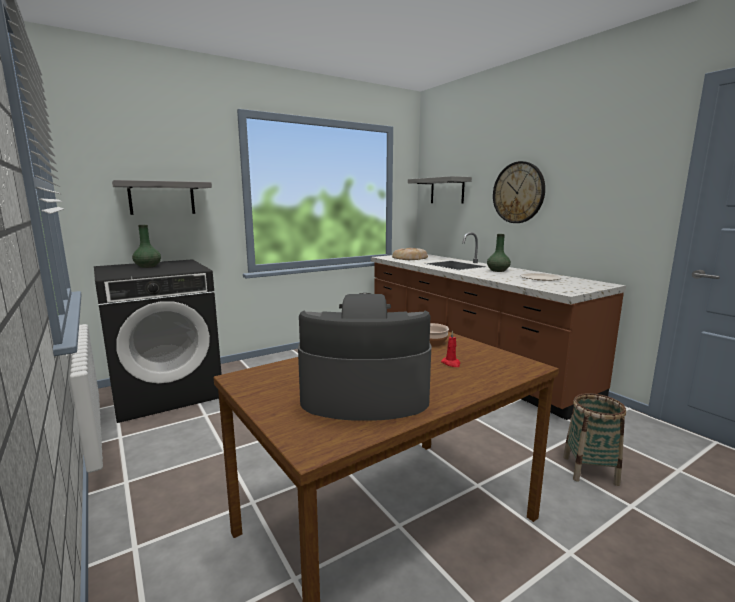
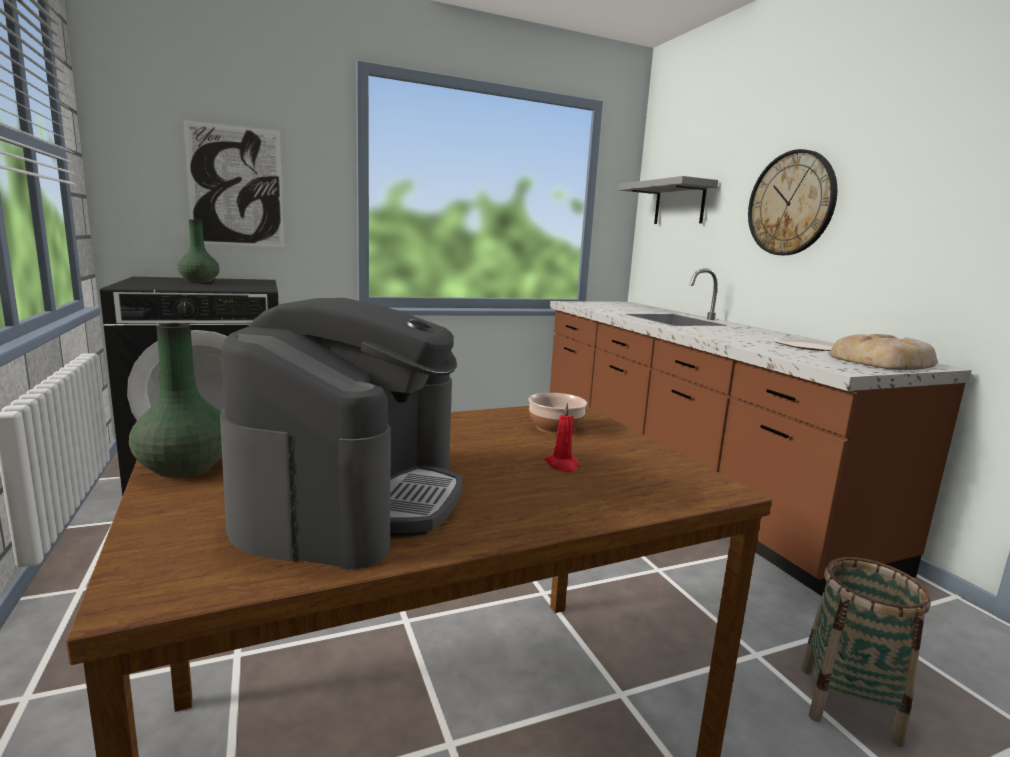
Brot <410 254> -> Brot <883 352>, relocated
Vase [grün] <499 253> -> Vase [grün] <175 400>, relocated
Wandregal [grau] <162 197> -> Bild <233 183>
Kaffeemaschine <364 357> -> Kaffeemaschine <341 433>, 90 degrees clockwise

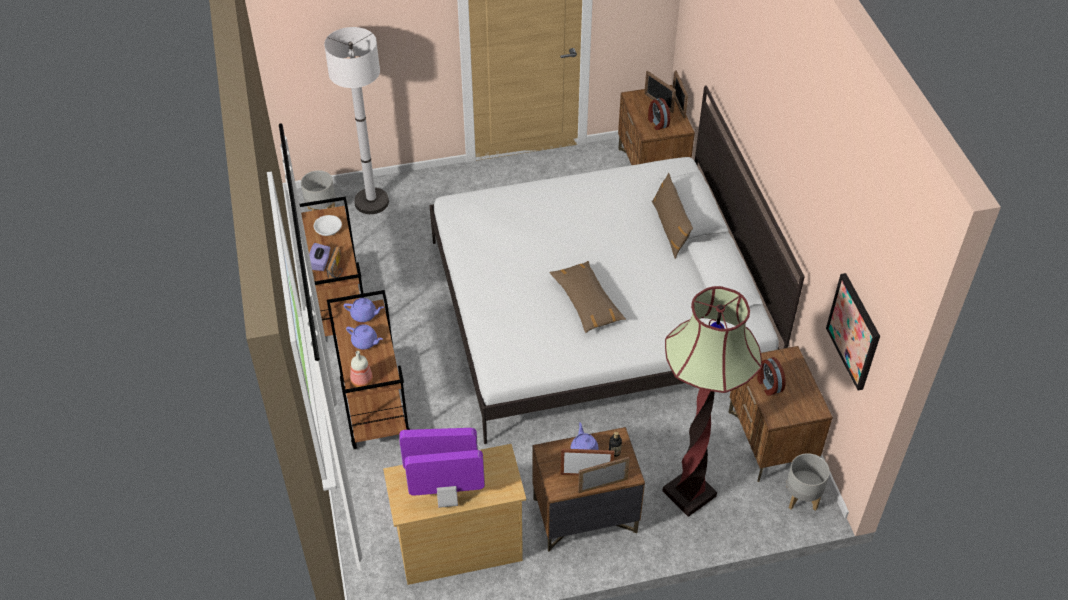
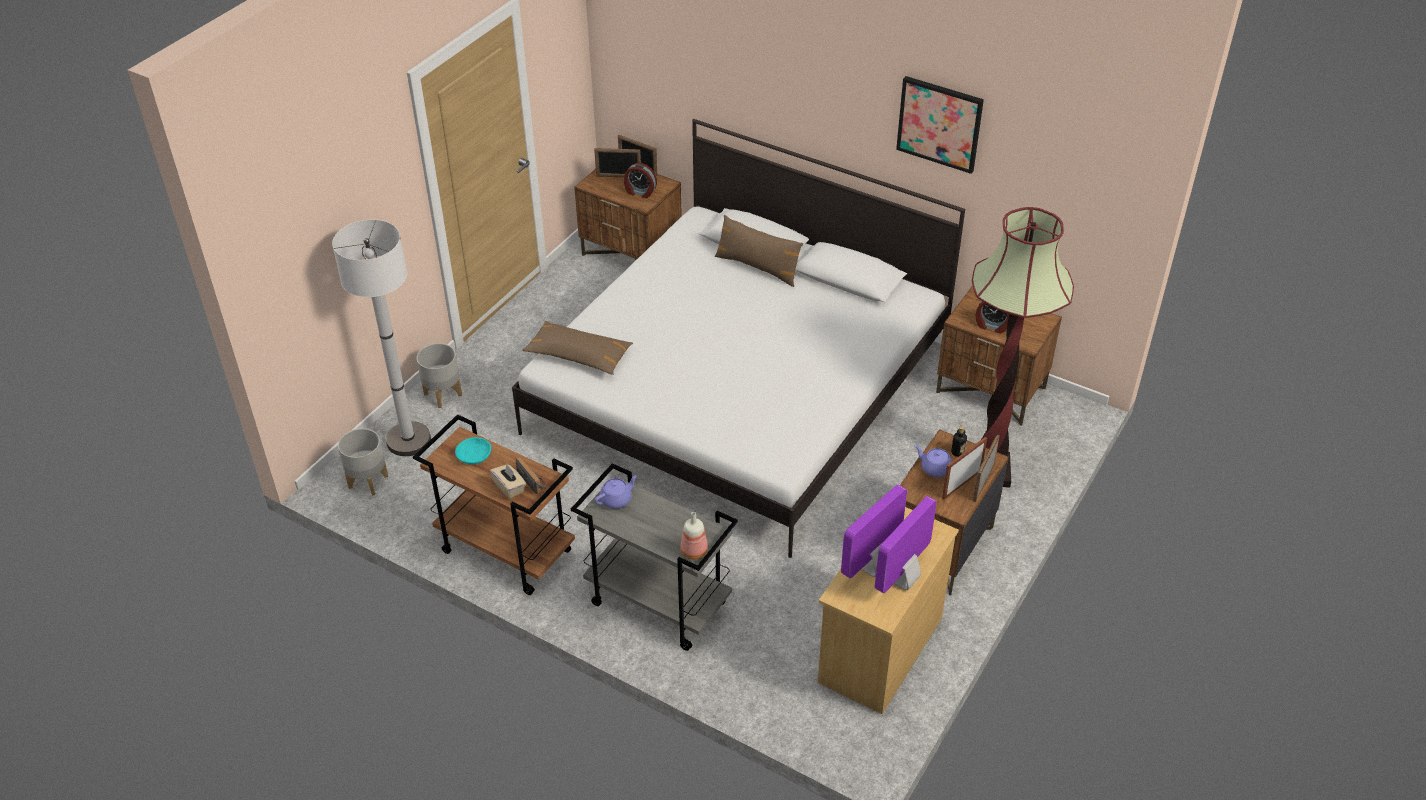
Teekanne [lila] <364 337> -> none
Kissen [braun] <587 297> -> Kissen [braun] <577 348>, relocated
Pflanzkübel [grau] <808 482> -> Pflanzkübel [grau] <439 375>, relocated
Bild <853 331> -> Bild <940 125>, relocated
Taschentuchbox [lila] <319 257> -> Taschentuchbox [beige] <508 481>
Schüssel [weiß] <328 225> -> Schüssel [türkis] <473 450>
Rollwagen [braun] <368 369> -> Rollwagen [grau] <654 557>

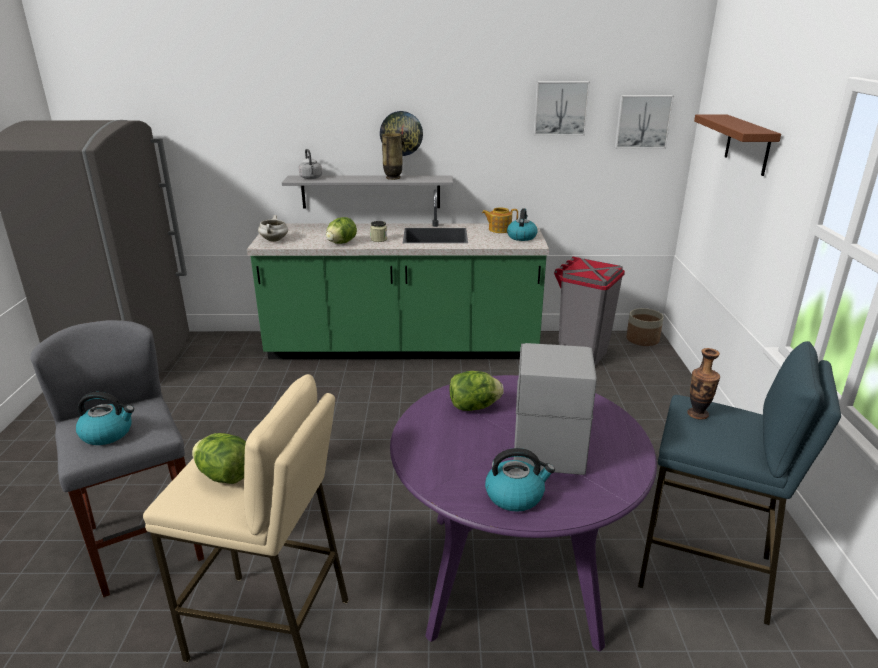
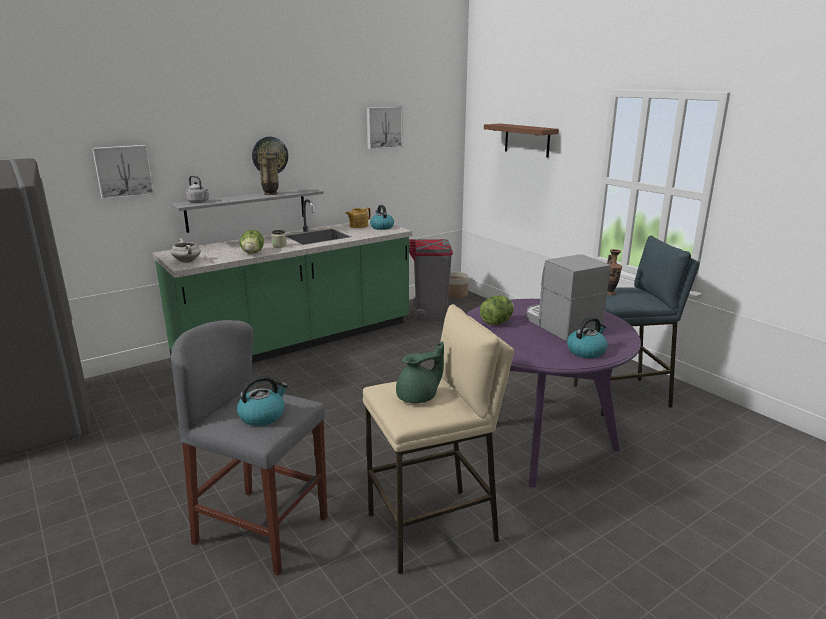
Bild <644 122> -> Bild <123 172>, relocated
Salatkopf <219 458> -> Teekanne [grün] <420 372>

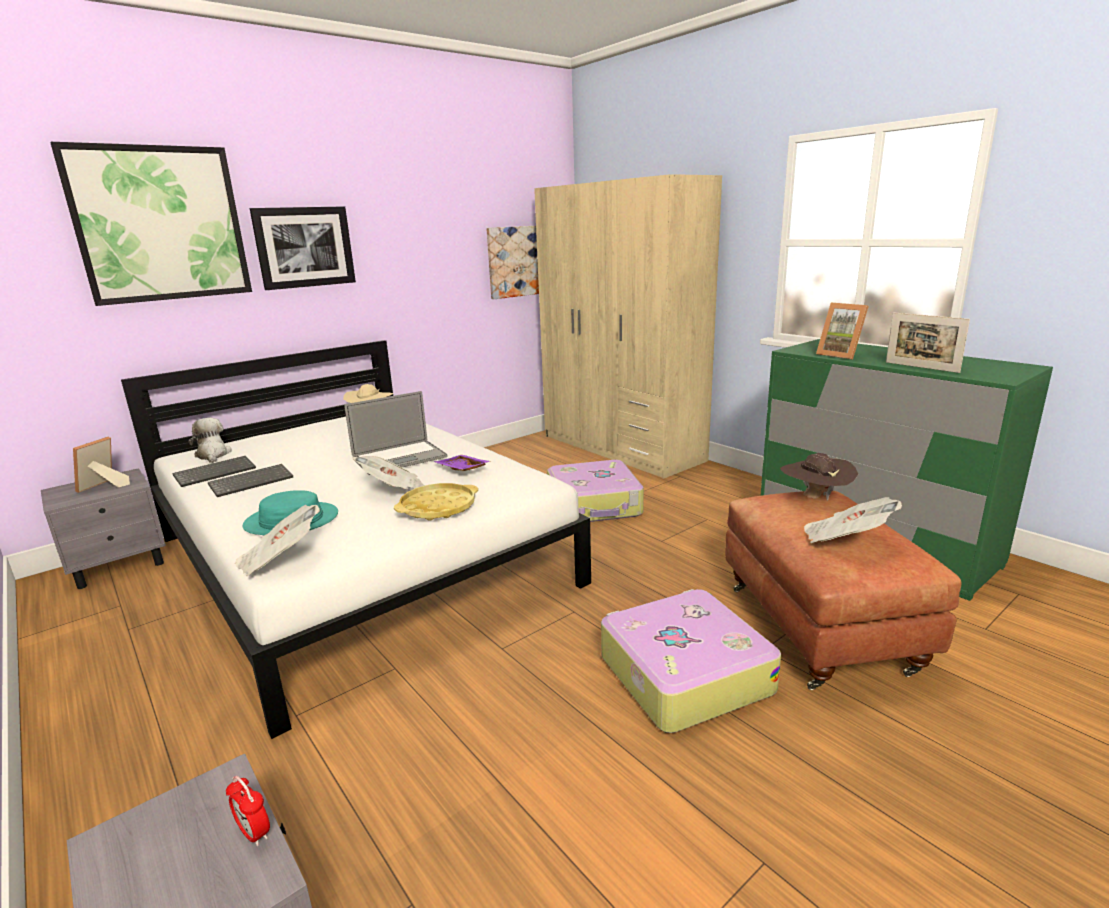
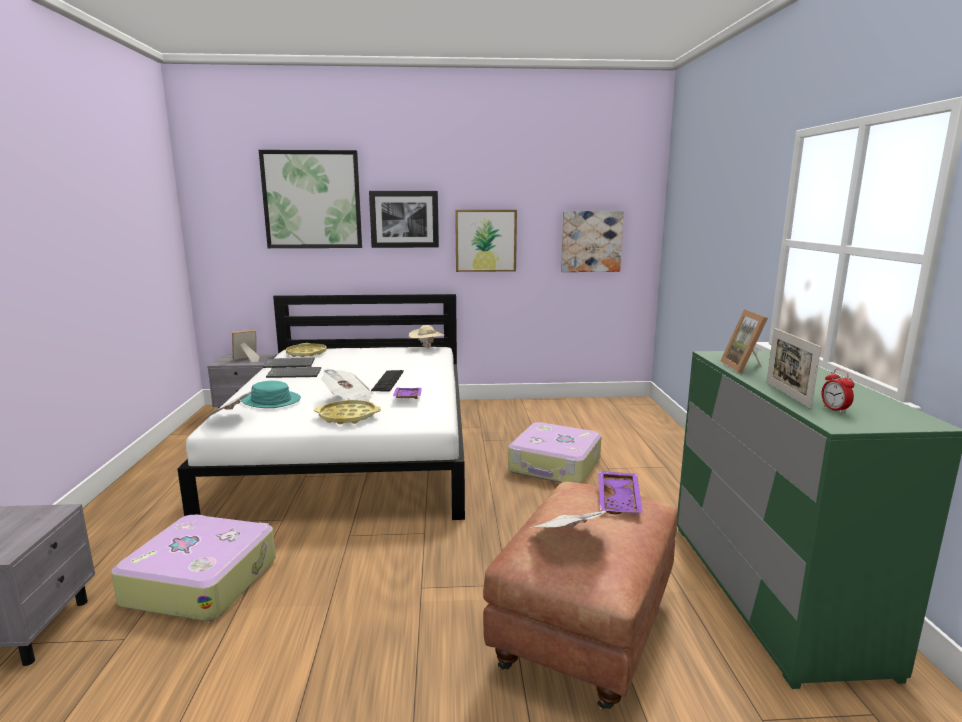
Kleiderschrank [beige] <628 326> -> none
none -> Bild <486 241>
Wecker <248 811> -> Wecker <837 391>, relocated
Koffer <691 661> -> Koffer <193 567>, relocated
Plüschtier <210 440> -> Tablett [gelb] <306 350>
Laptop <396 433> -> Tastatur <387 381>
Hut [braun] <819 477> -> Tablett [lila] <620 493>

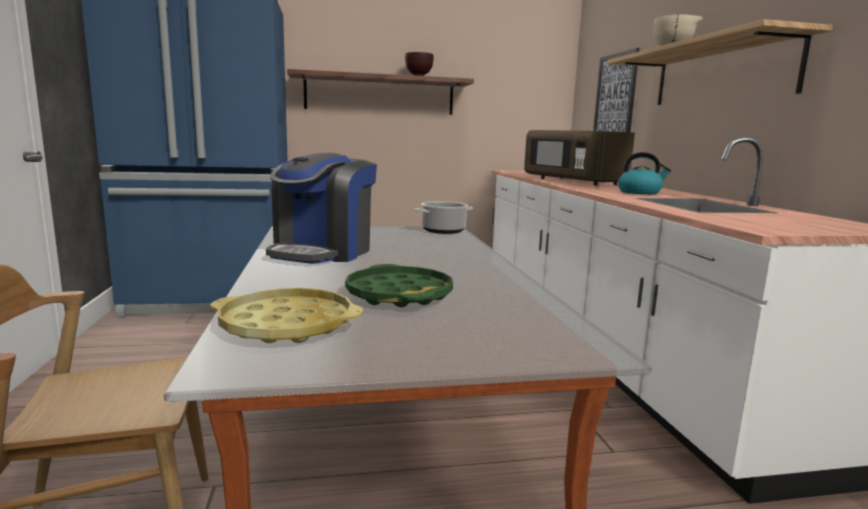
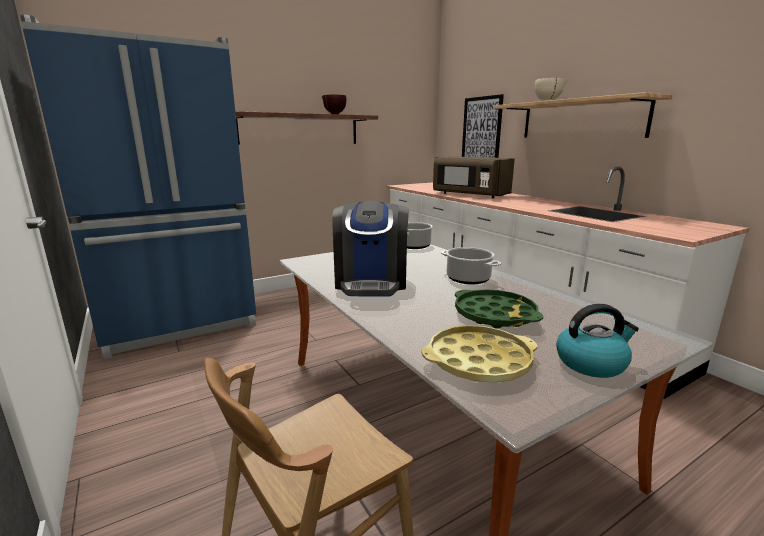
none -> Kochtopf <471 266>
Wasserkessel <644 173> -> Wasserkessel <597 341>, relocated

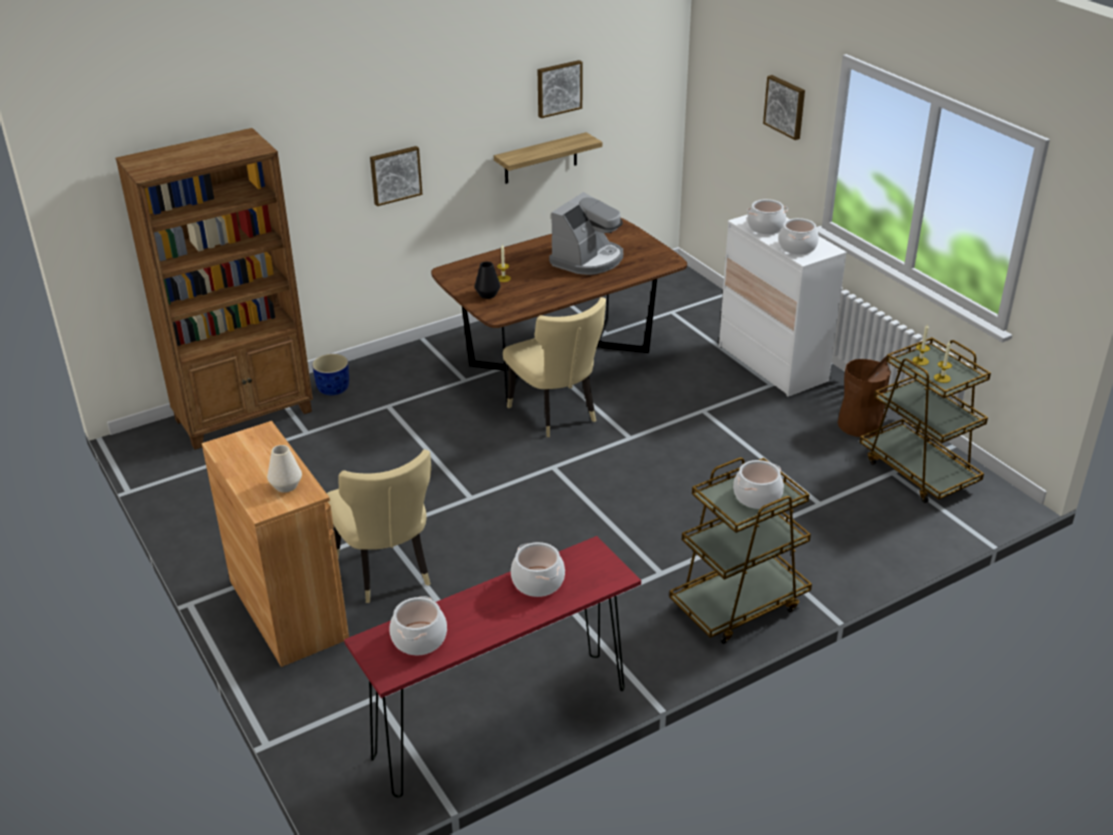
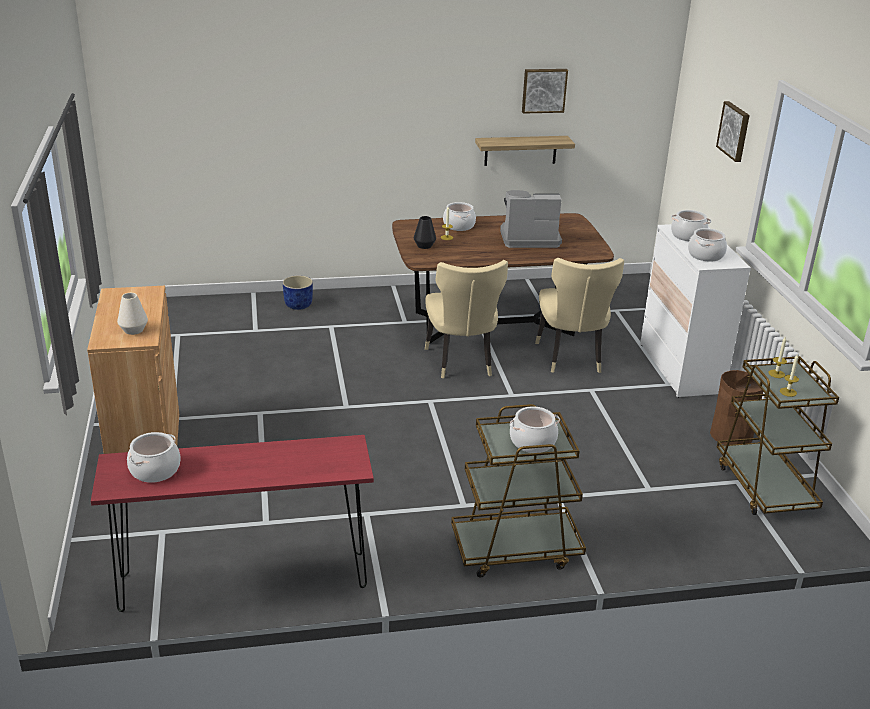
Bücherregal [braun] <214 289> -> none
Bild <396 176> -> none
Stuhl [beige] <379 526> -> Stuhl [beige] <579 315>, relocated
Kochtopf <538 569> -> Kochtopf <459 216>, relocated
Kaffeemaschine <586 233> -> Kaffeemaschine <531 219>, 150 degrees counterclockwise

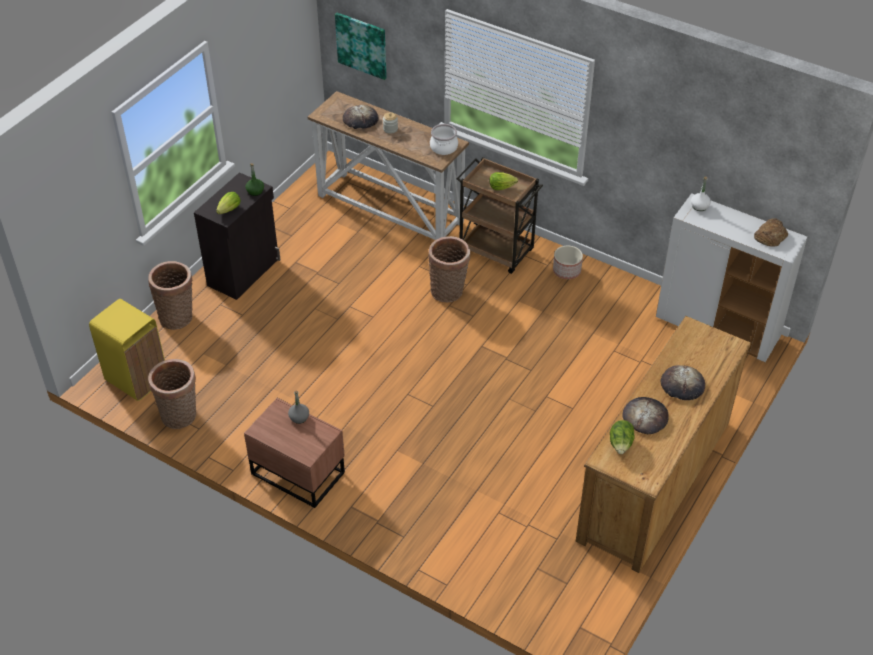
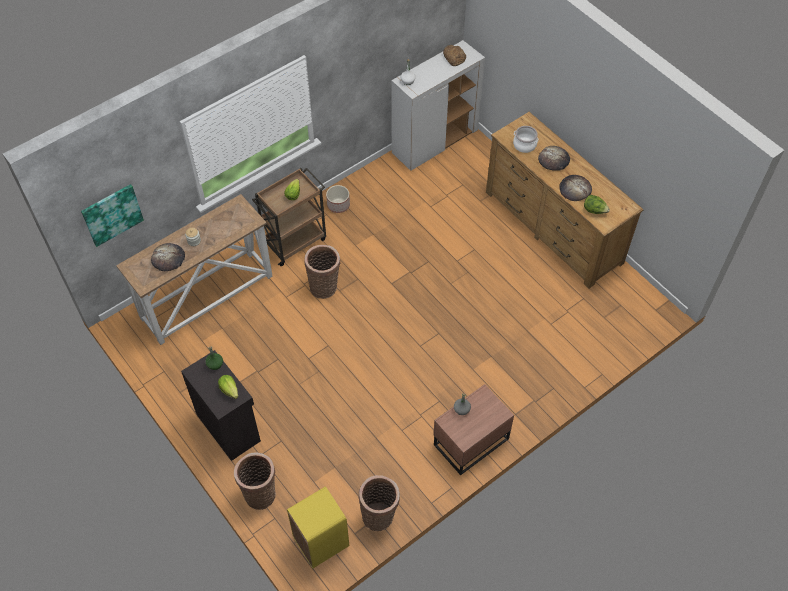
Kochtopf <444 139> -> Kochtopf <525 139>, relocated

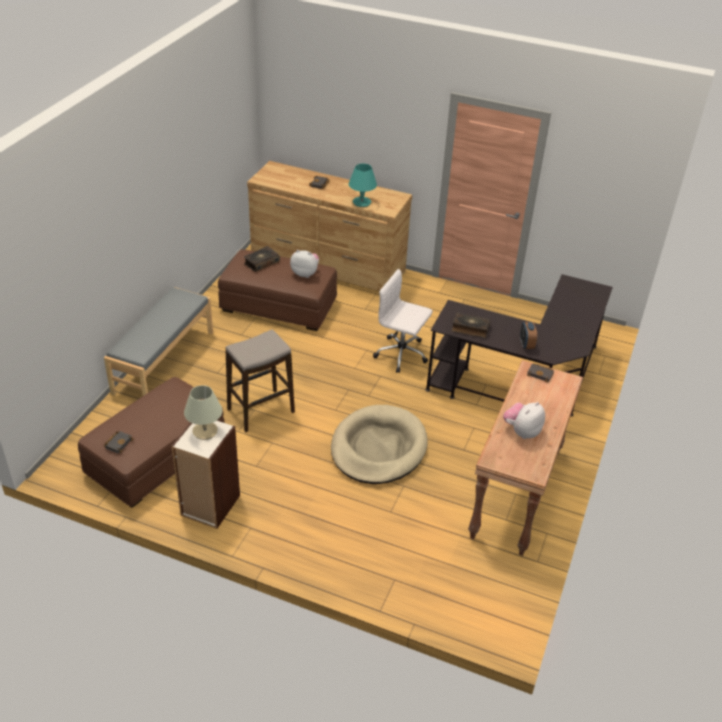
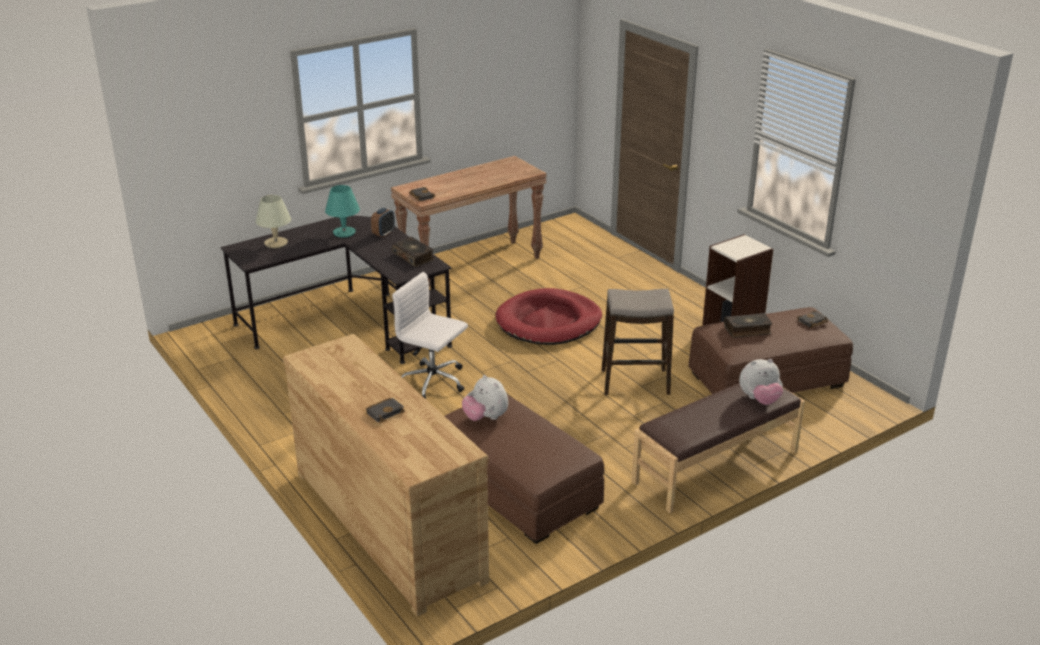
Tischlampe [beige] <203 412> -> Tischlampe [beige] <273 221>, relocated
Buch <262 259> -> Buch <748 325>, relocated
Tischlampe [türkis] <363 185> -> Tischlampe [türkis] <342 211>, relocated
Plüschtier <524 420> -> Plüschtier <761 382>, relocated
Bank [grau] <158 341> -> Bank [braun] <718 448>
Hundebett [beige] <379 444> -> Hundebett [rot] <548 316>
Bürostuhl [weiß] <403 321> -> Bürostuhl [weiß] <430 335>, 150 degrees clockwise

